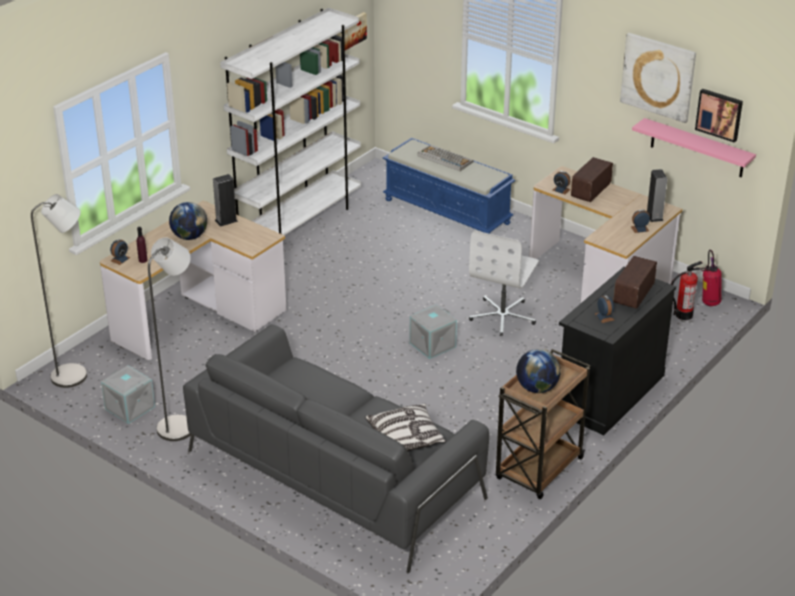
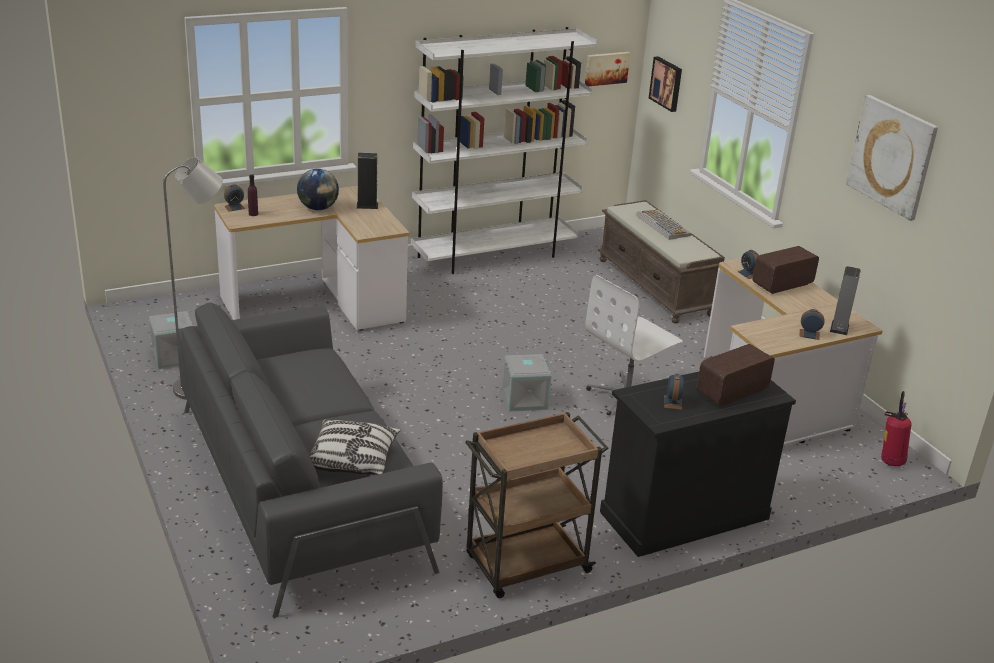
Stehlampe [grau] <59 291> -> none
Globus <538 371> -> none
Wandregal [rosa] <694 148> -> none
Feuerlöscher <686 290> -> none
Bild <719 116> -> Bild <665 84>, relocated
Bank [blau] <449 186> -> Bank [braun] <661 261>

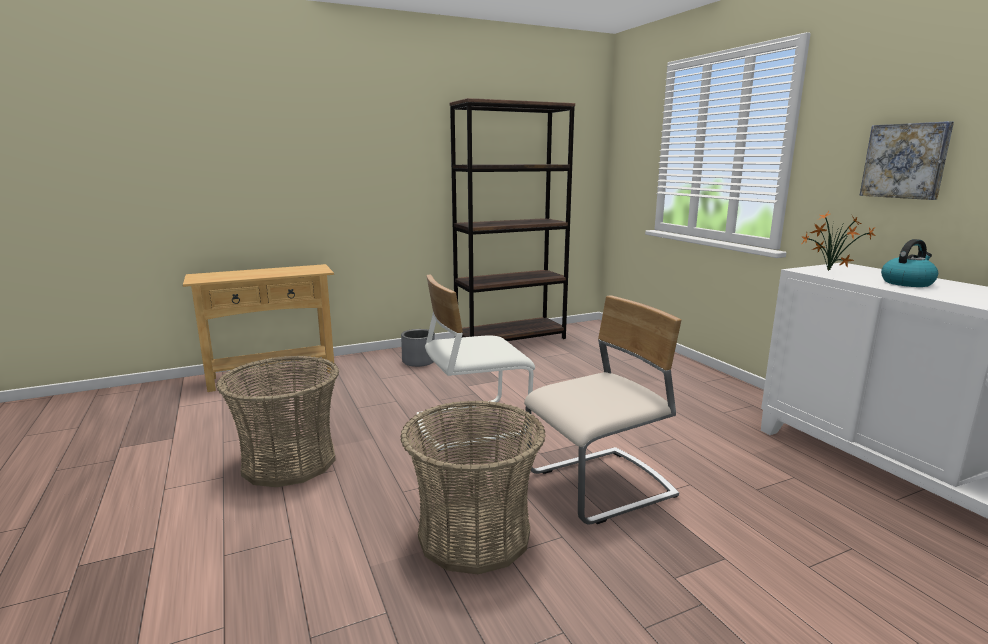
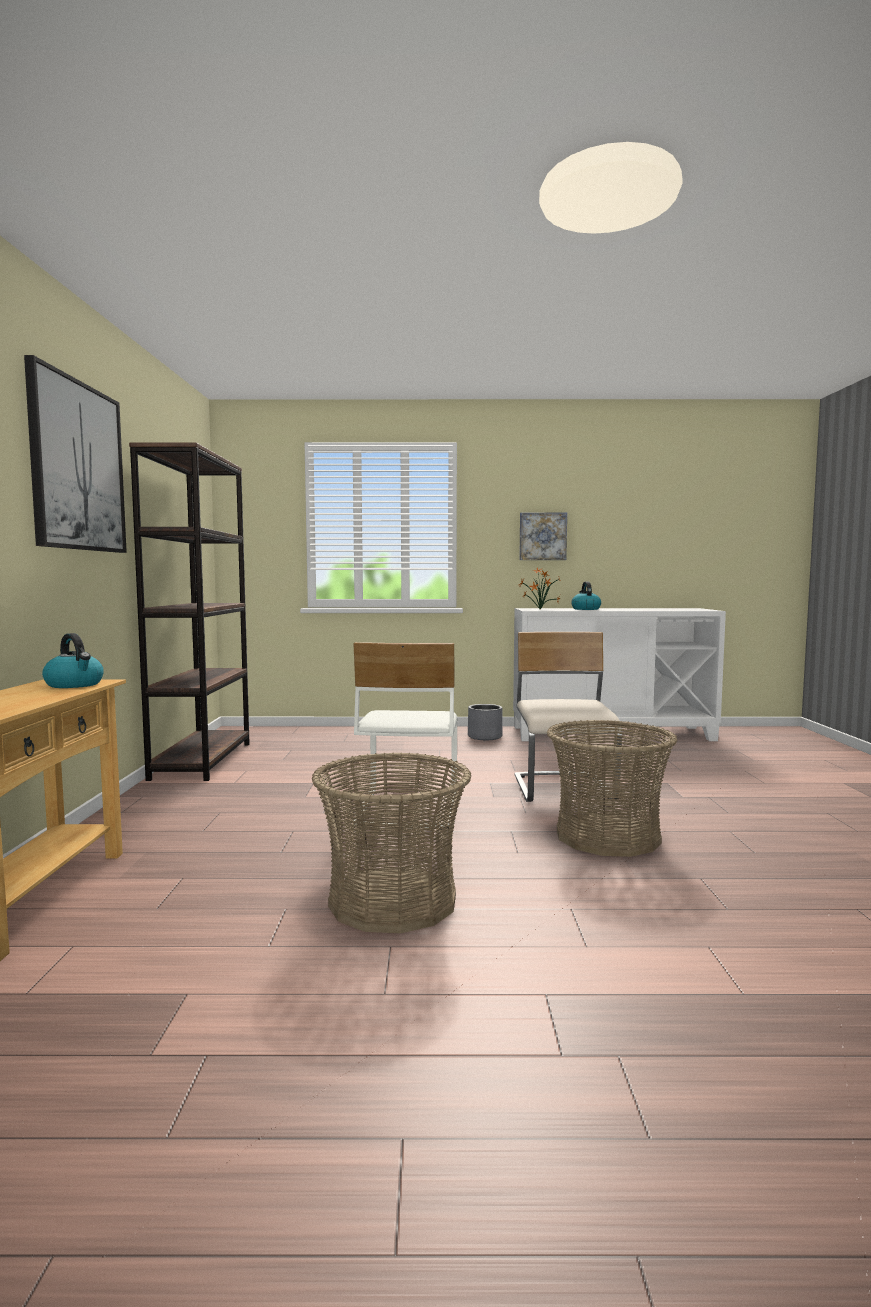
none -> Bild <75 454>
none -> Wasserkessel <73 660>
Pflanzkübel [grau] <418 348> -> Pflanzkübel [grau] <485 722>, relocated

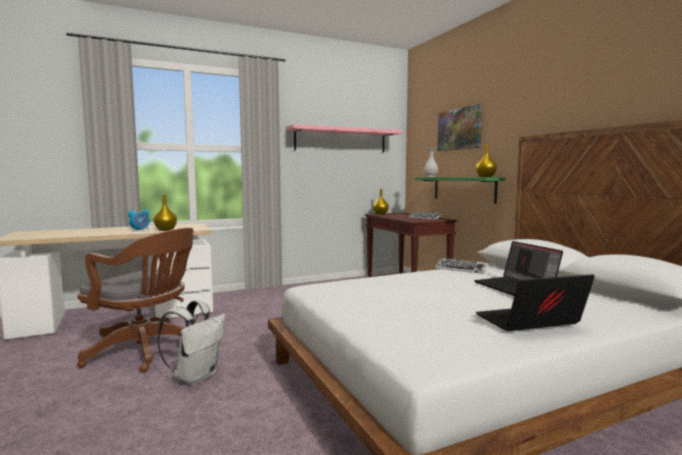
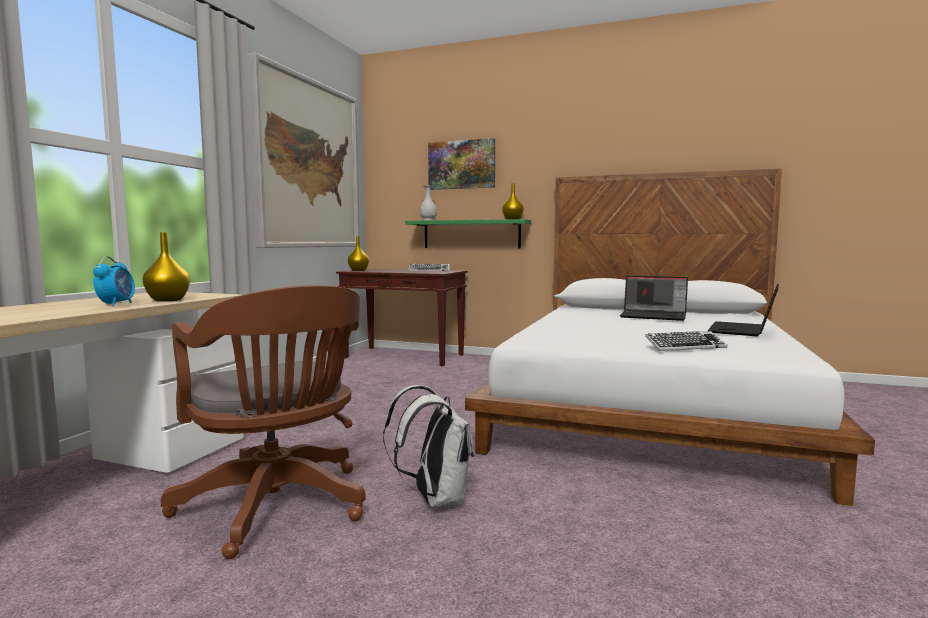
Tastatur <461 266> -> Tastatur <686 341>, relocated
Wandregal [rosa] <344 138> -> Bild <303 150>
Bürostuhl [braun] <135 300> -> Bürostuhl [braun] <263 422>, 75 degrees clockwise

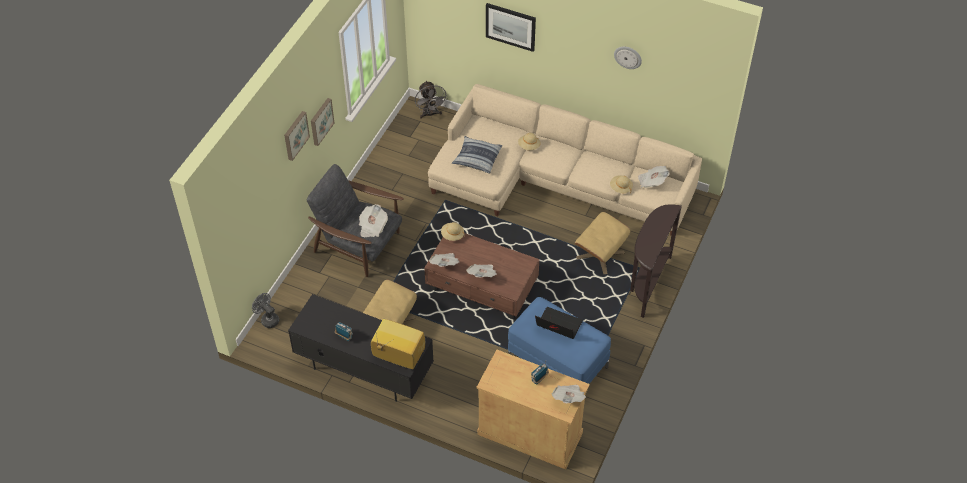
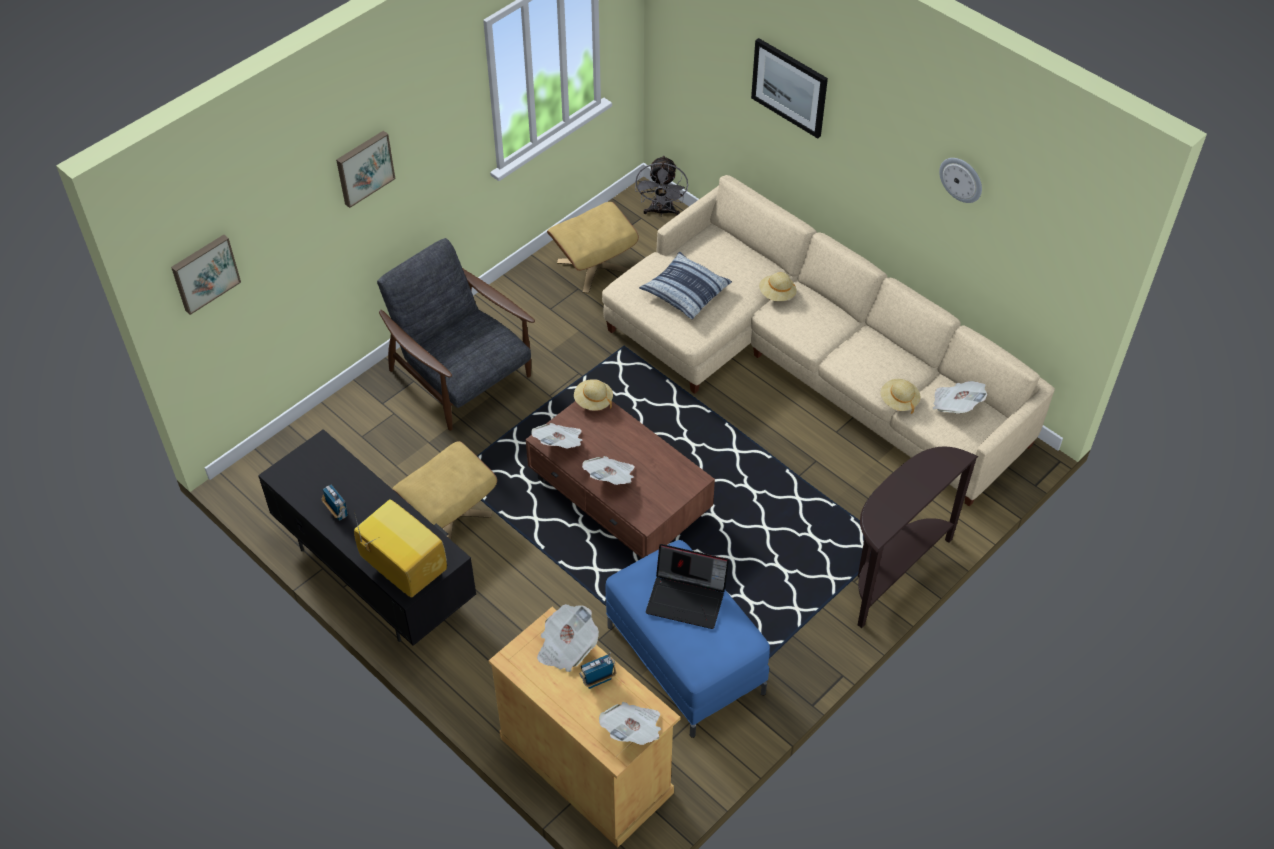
Ventilator [grau] <265 310> -> none
Bild <322 122> -> Bild <206 275>, relocated
Zeitung <373 220> -> Zeitung <568 638>, relocated
Polsterhocker [beige] <602 243> -> Polsterhocker [beige] <593 248>, relocated
Laptop <559 323> -> Laptop <687 586>, 150 degrees clockwise

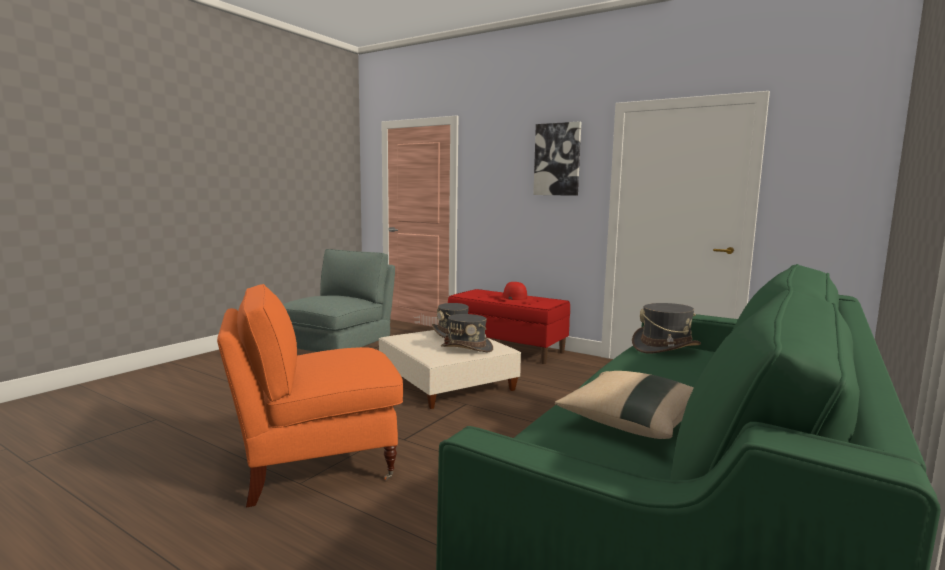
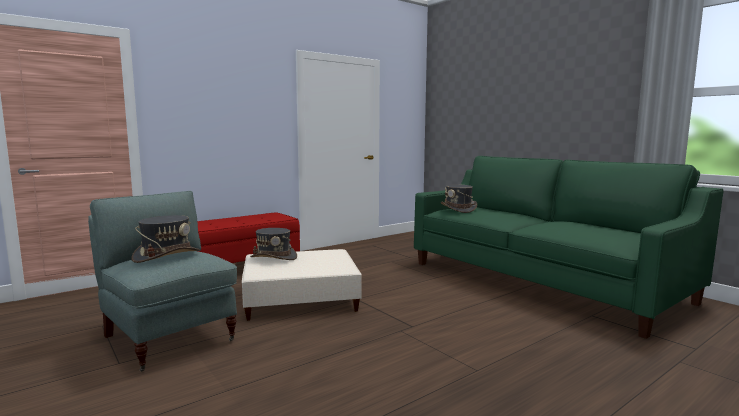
Sessel [orange] <310 396> -> none
Hut [rot] <515 292> -> none
Bild <557 158> -> none
Kissen [beige] <624 405> -> none
Hut [grau] <467 333> -> Hut [grau] <165 239>, relocated

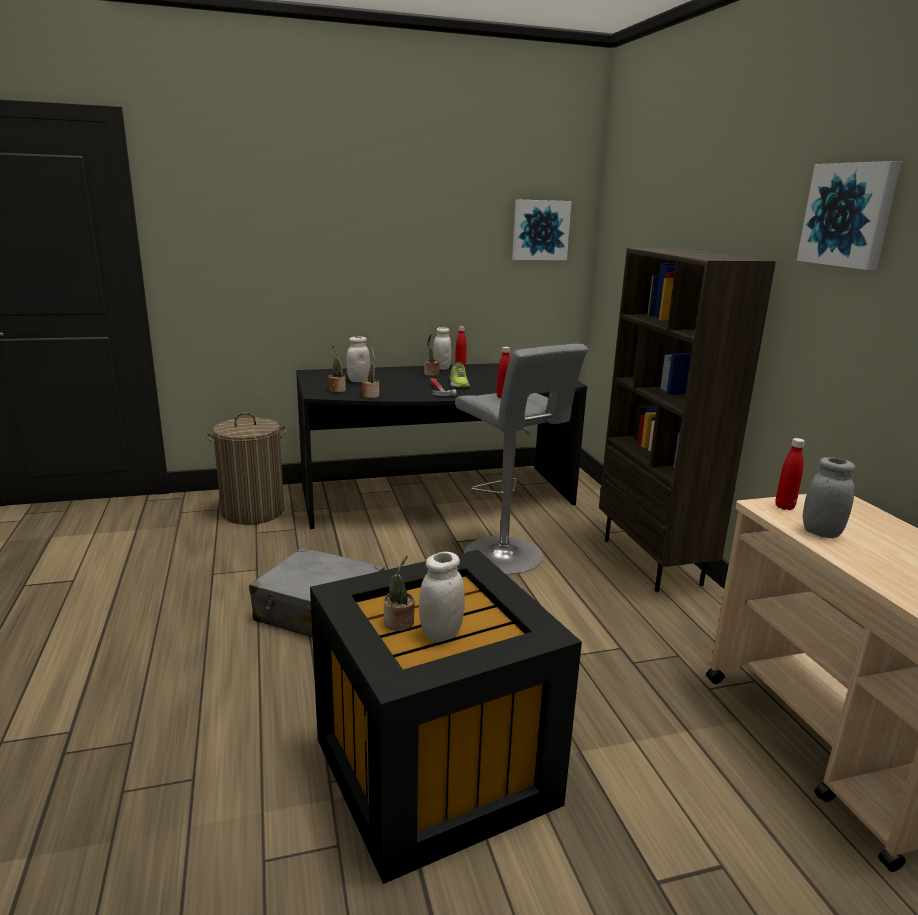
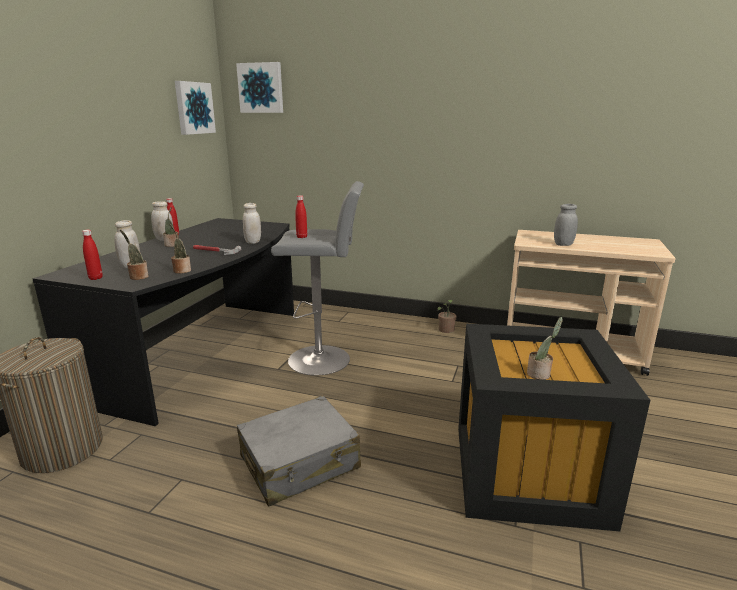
Schuh <460 374> -> none
Bücherregal [braun] <687 420> -> none
none -> Topfpflanze <447 316>
Vorratsglas [weiß] <442 597> -> Vorratsglas [weiß] <252 223>, relocated
Flasche [rot] <790 474> -> Flasche [rot] <92 255>, relocated
Bild <849 215> -> Bild <259 87>, relocated

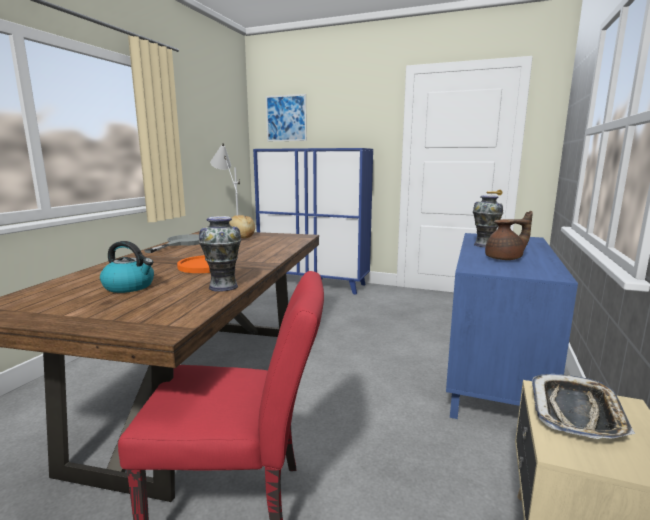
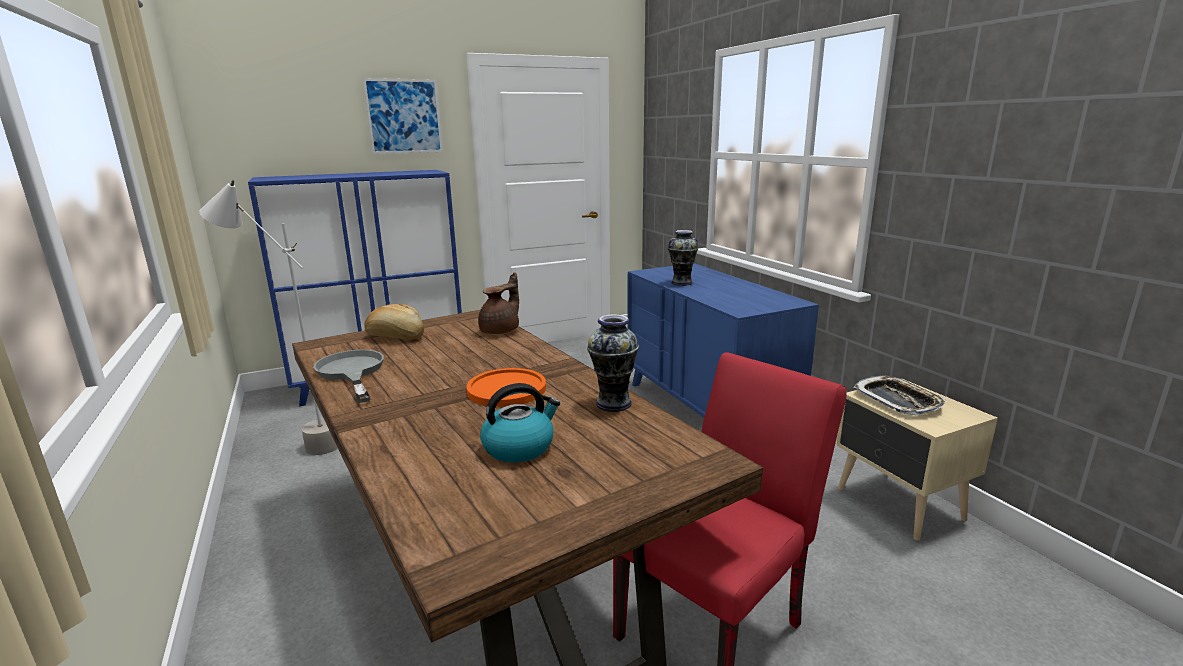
Bild <286 117> -> Bild <403 116>, relocated
Teekanne [braun] <509 235> -> Teekanne [braun] <498 303>, relocated

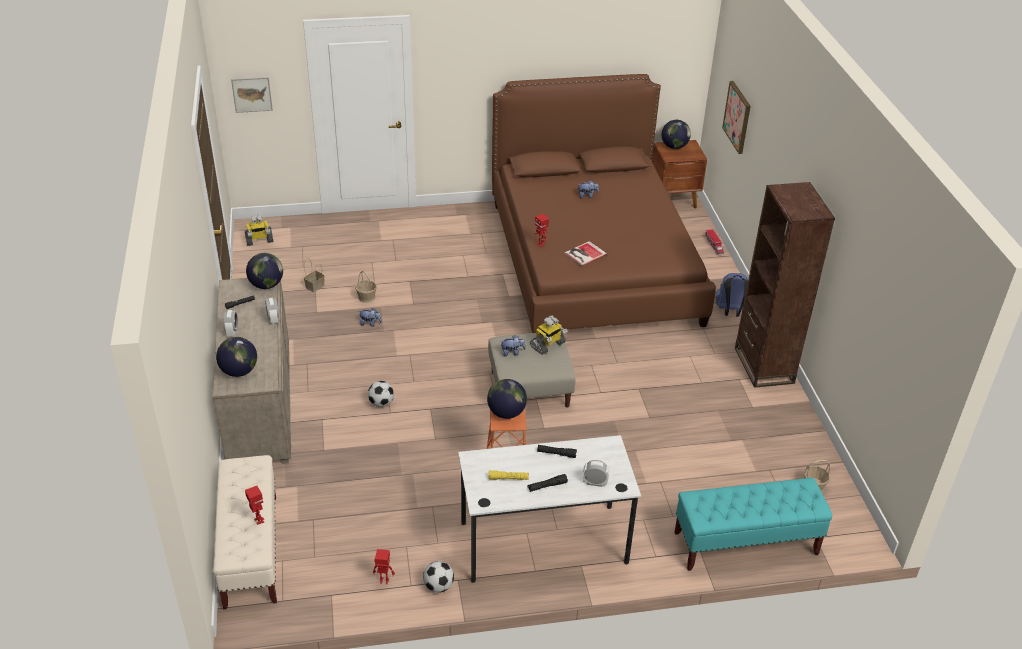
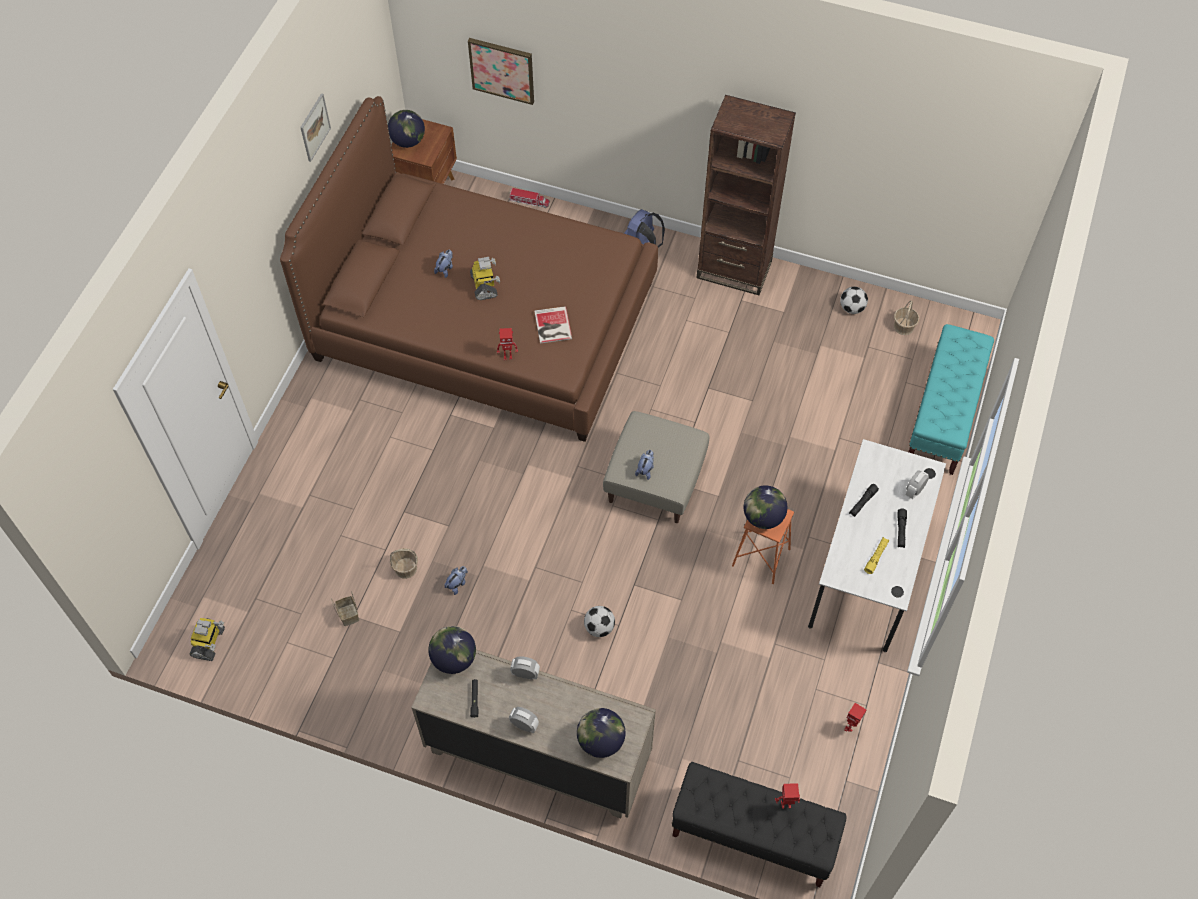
Bild <252 95> -> Bild <315 127>, relocated
Fußball <438 577> -> Fußball <854 300>, relocated
Spielzeugroboter <549 335> -> Spielzeugroboter <485 278>, relocated
Bank [beige] <245 532> -> Bank [schwarz] <759 824>

